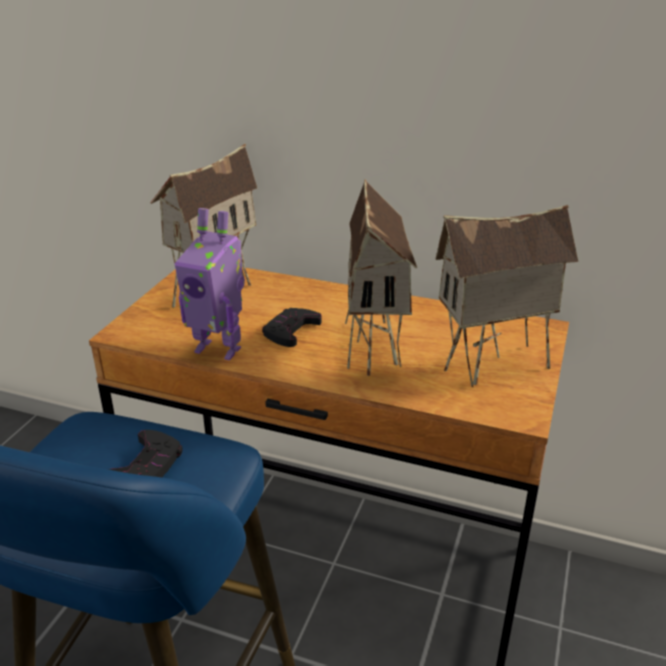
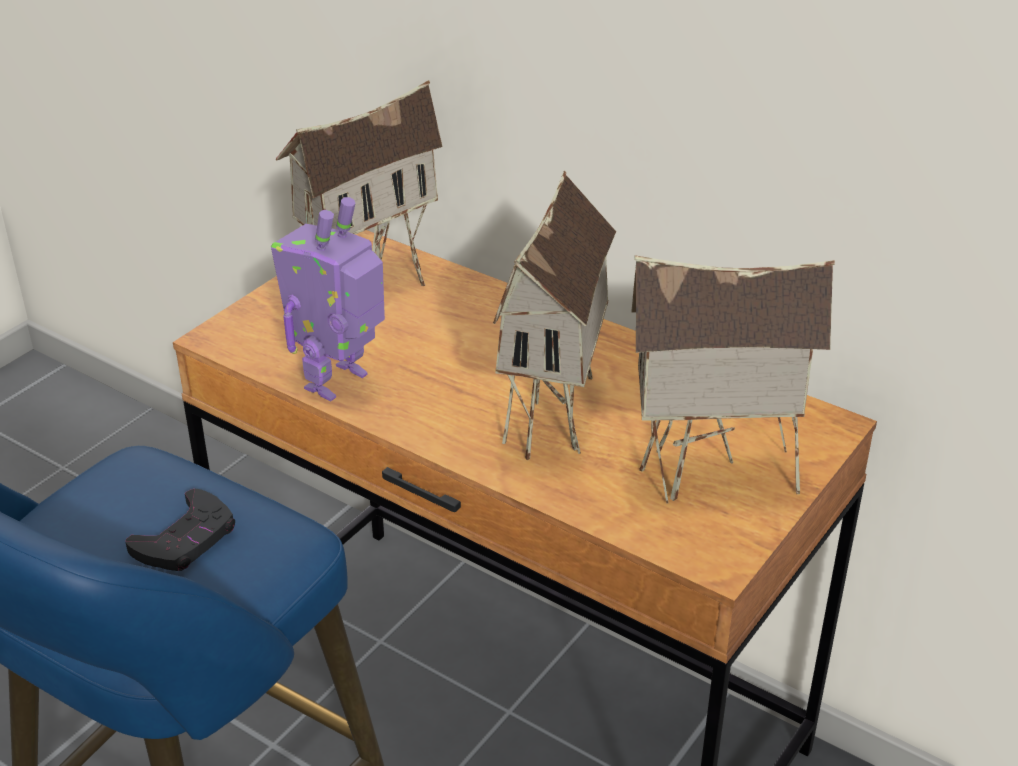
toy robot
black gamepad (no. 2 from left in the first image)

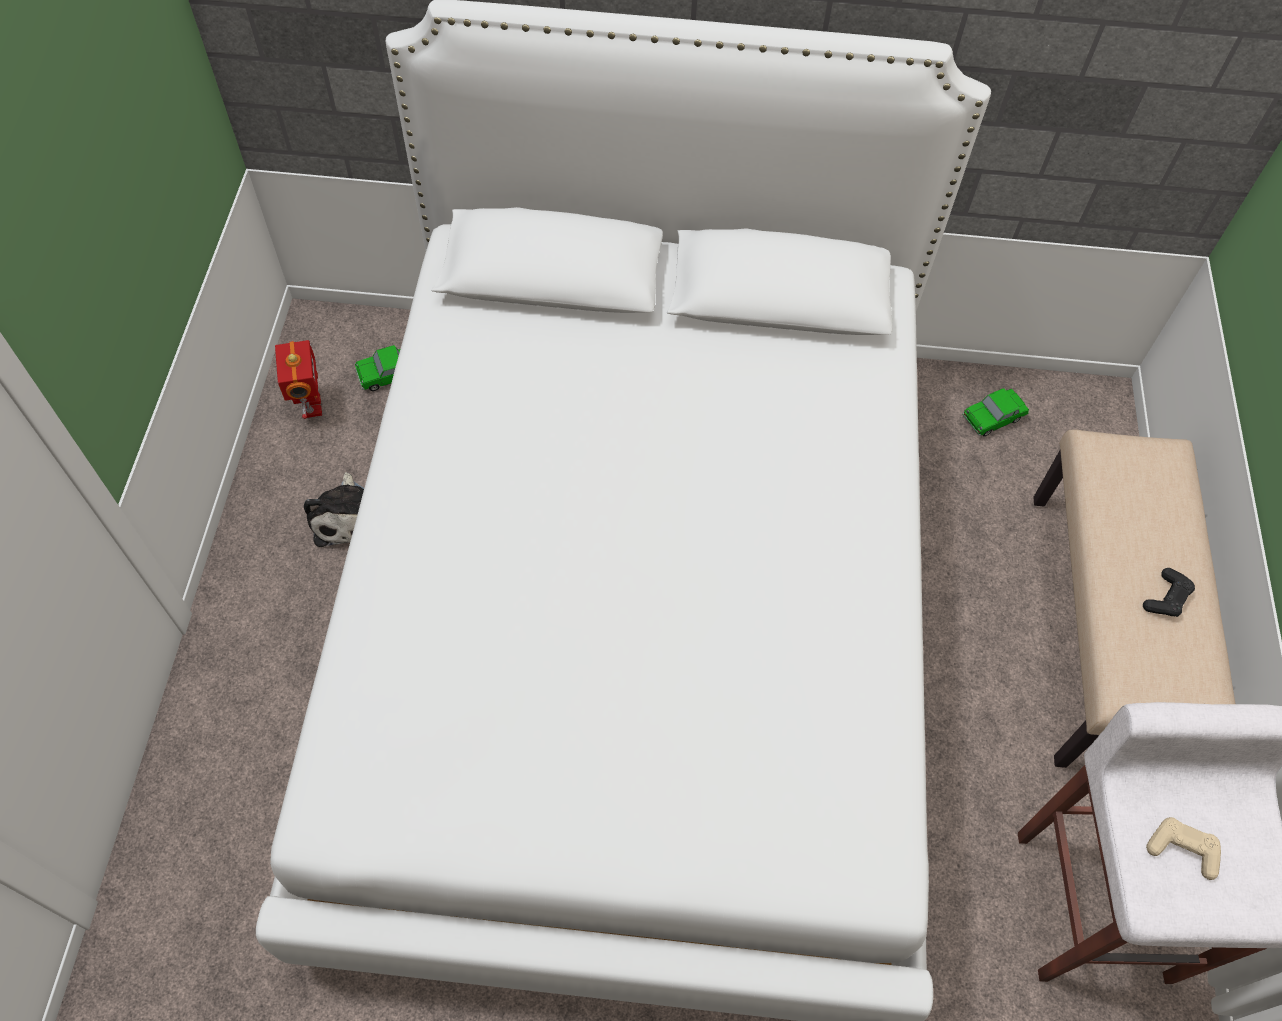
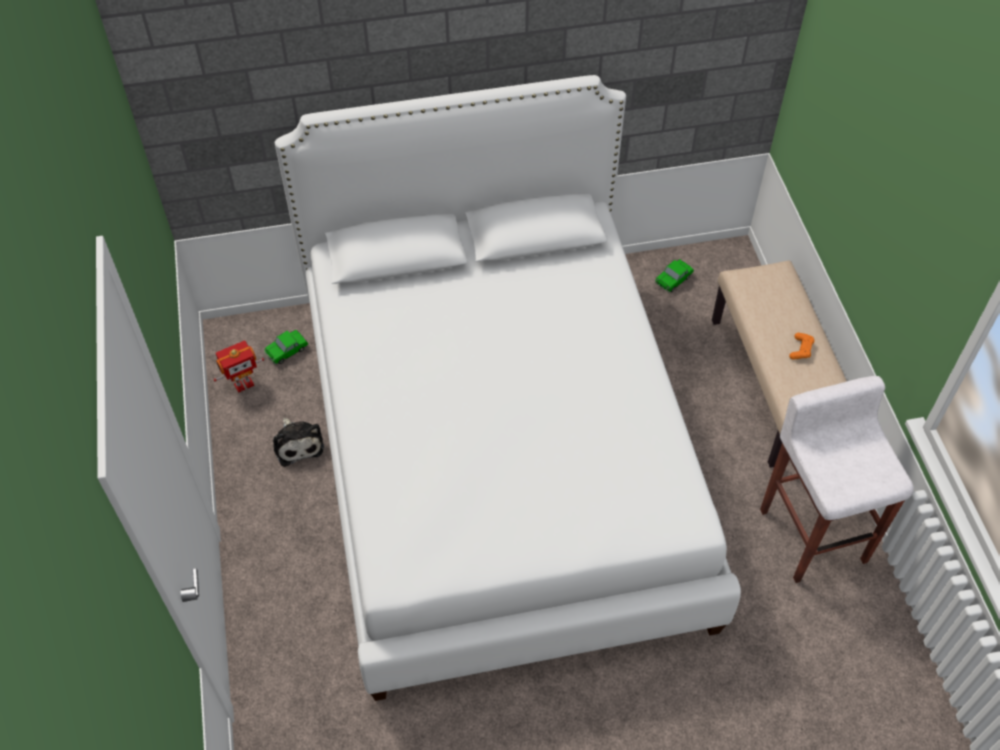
toy robot
orange-coloured gamepad
beige-coloured gamepad

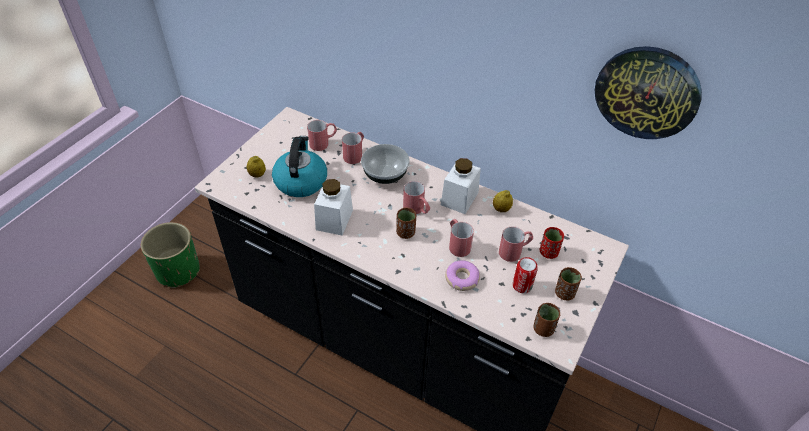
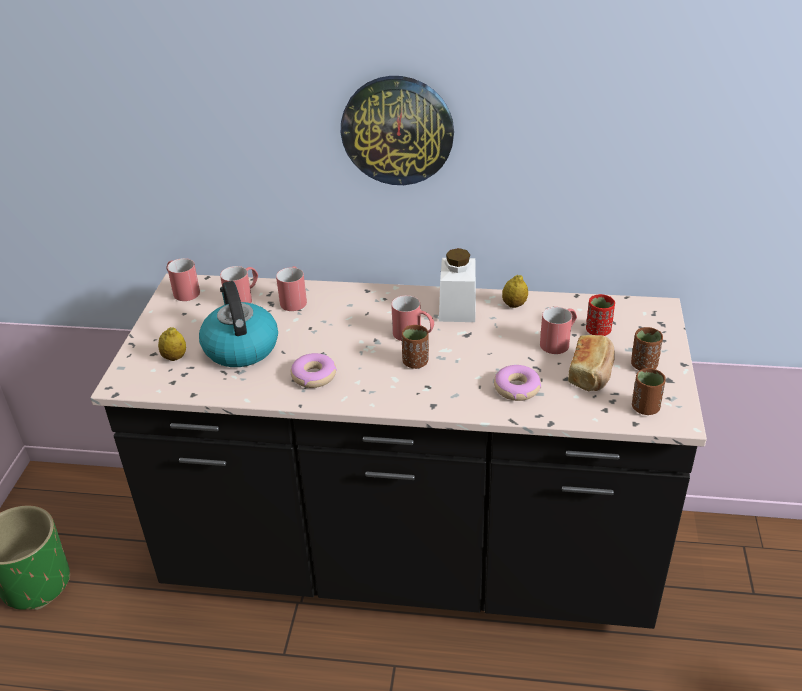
hanging clock
deep dish
donut (no. 1 from left)
red tea mug (no. 1 from left)
baked bread

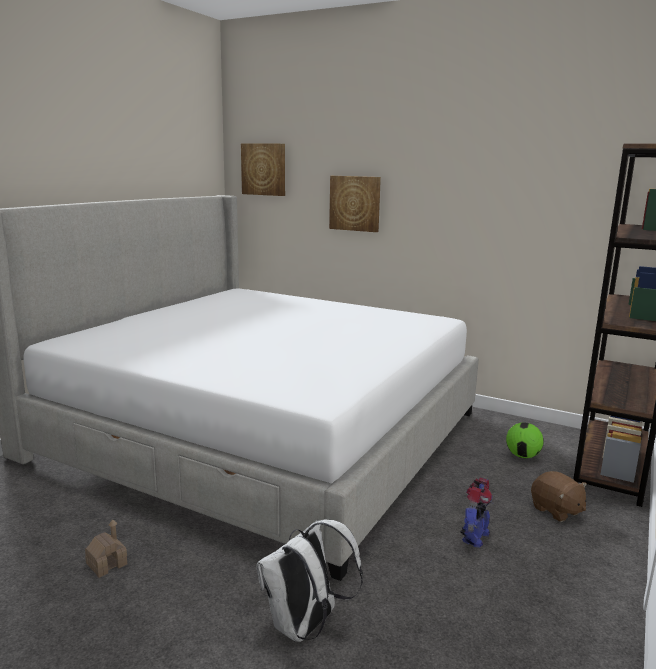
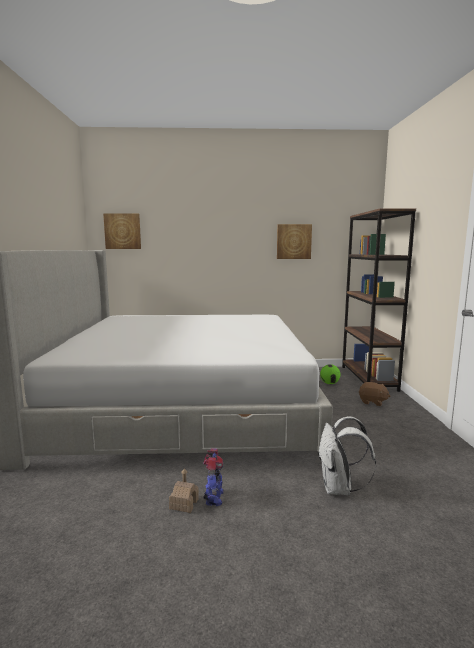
picture (no. 2 from left)
toy robot

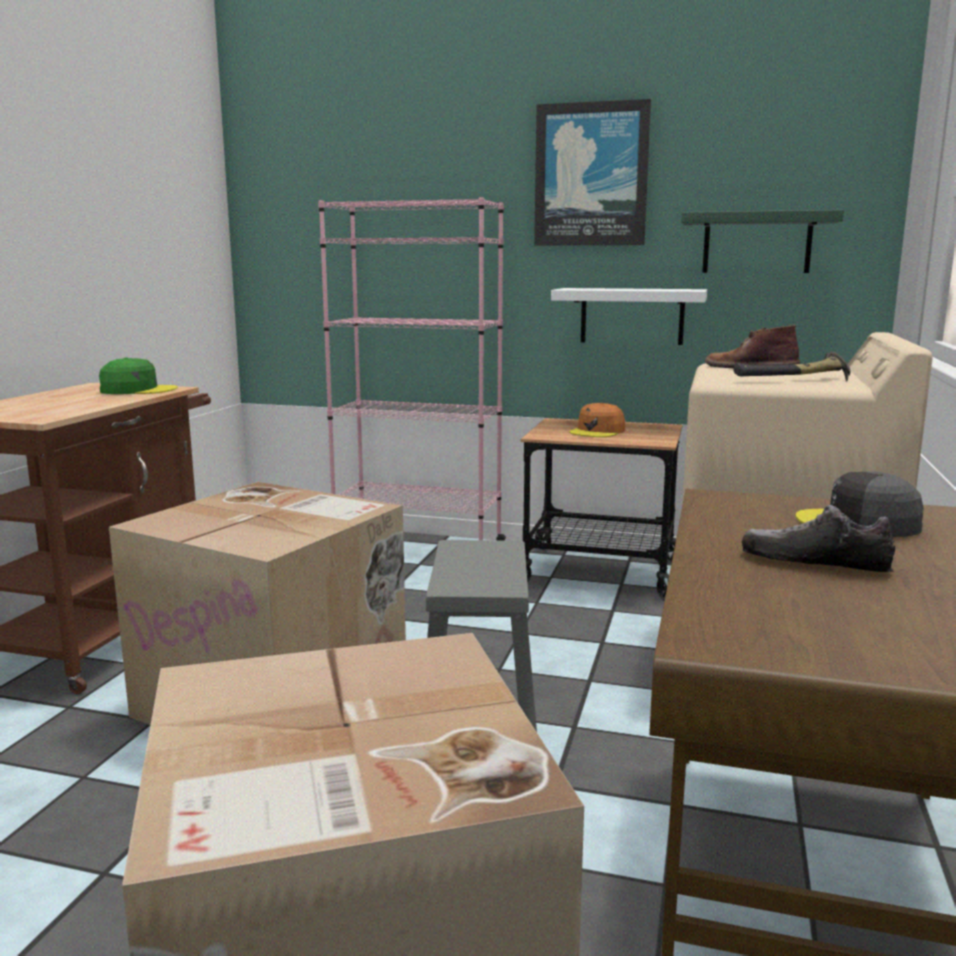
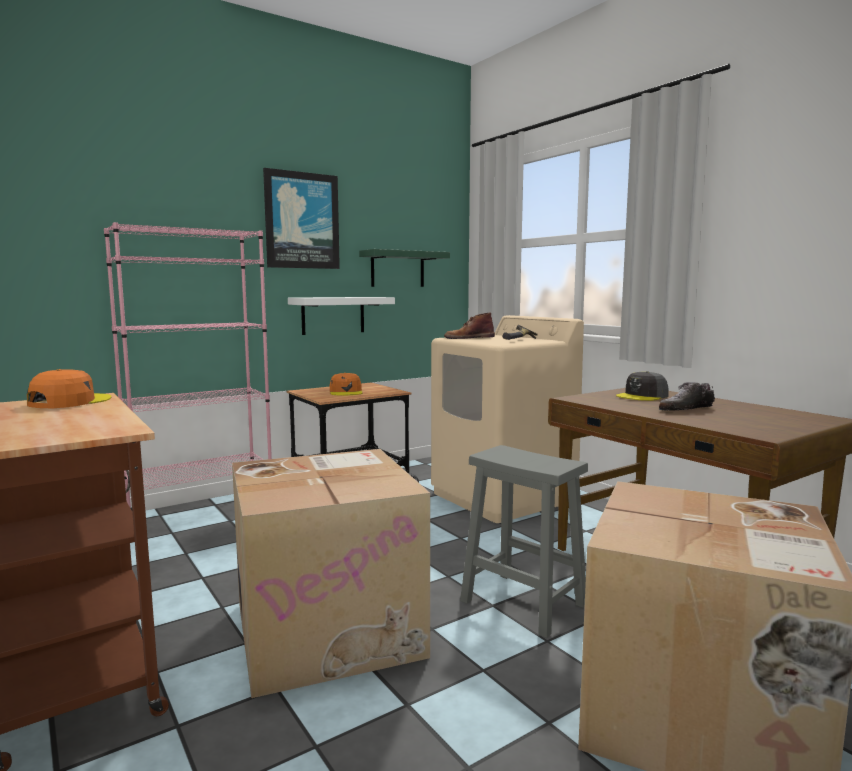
orange-coloured baseball cap (no. 1 from left)

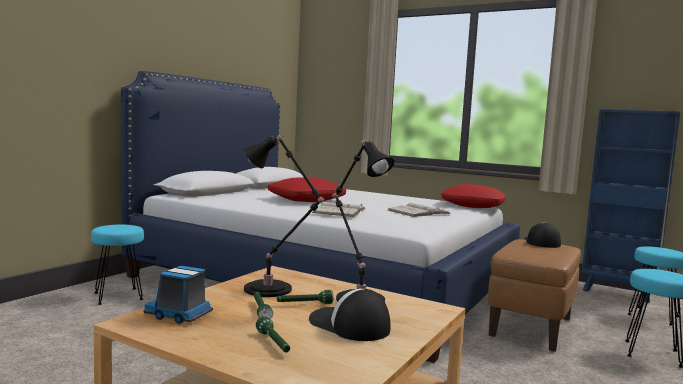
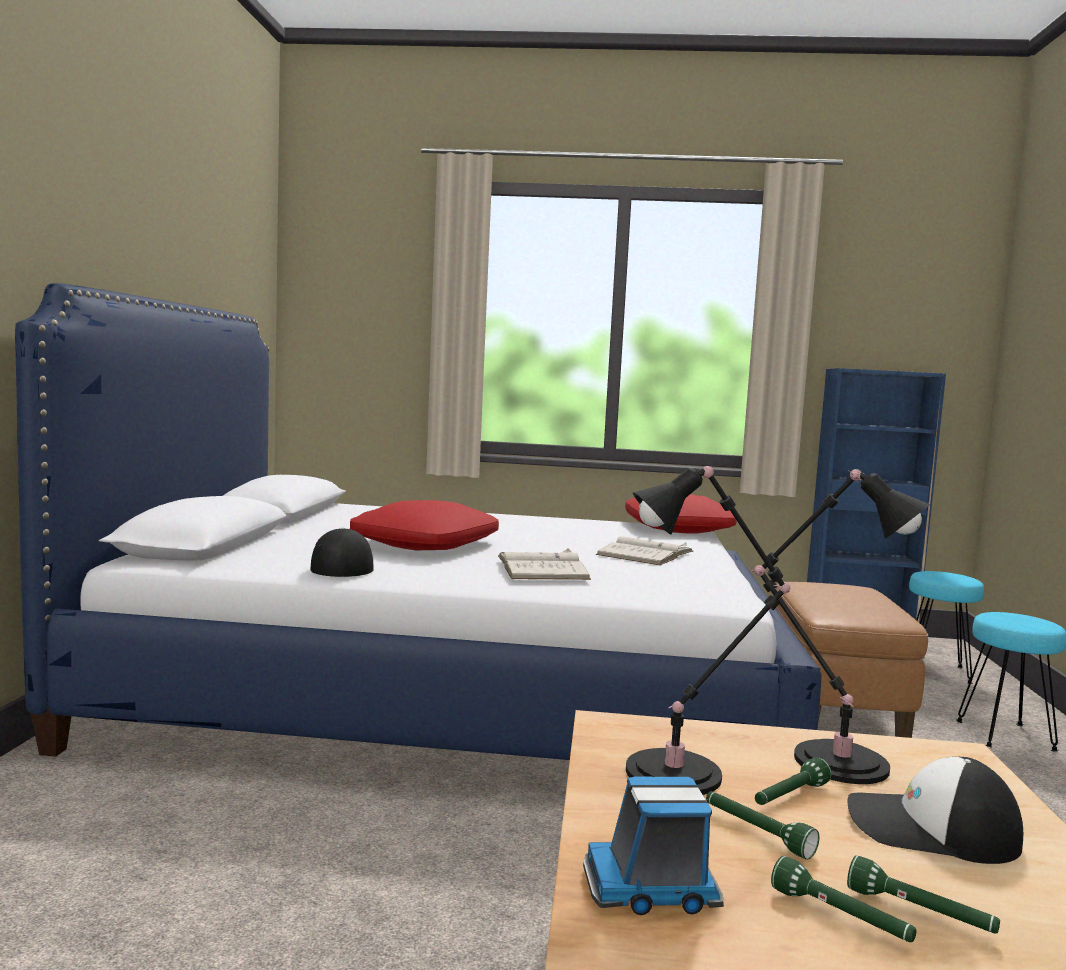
baseball cap (no. 1 from left)
turquoise-coloured sitting stool (no. 1 from left in the first image)
greenish flashlight (no. 3 from left)

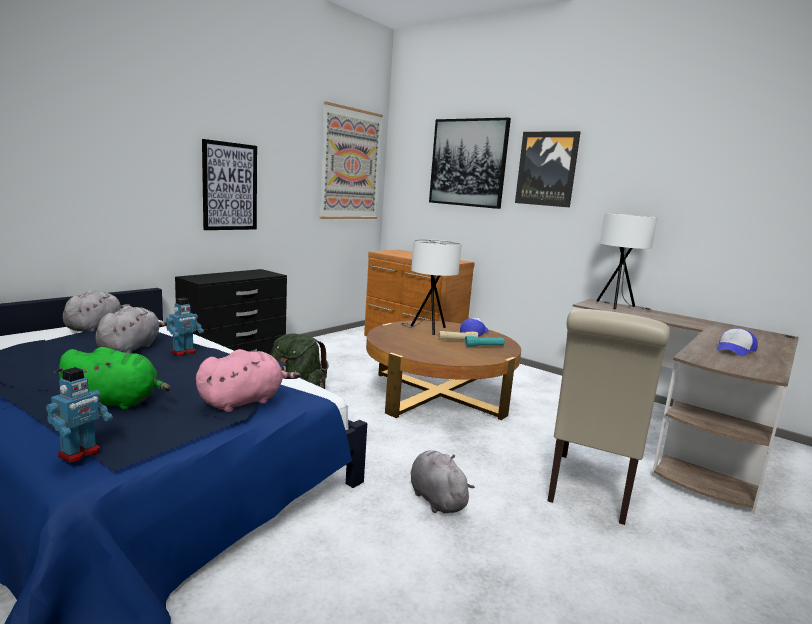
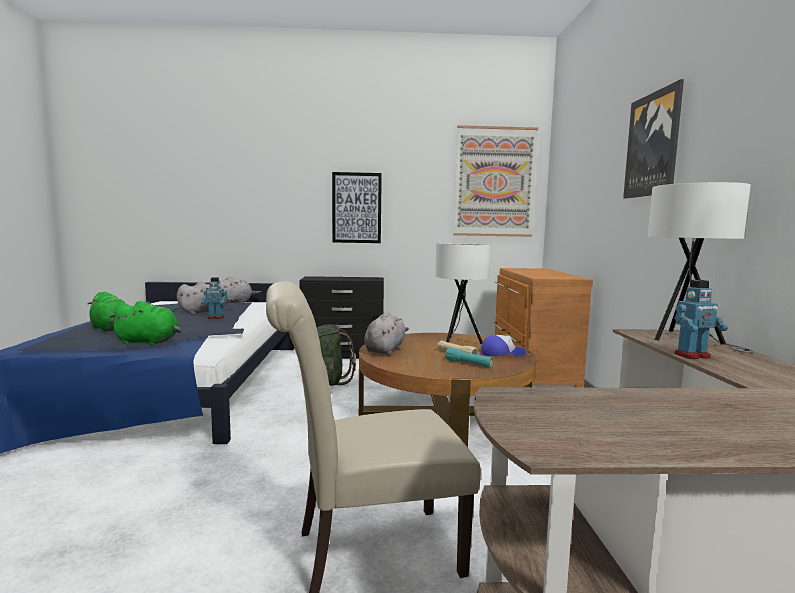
picture (no. 3 from left in the first image)
baseball cap (no. 2 from left in the first image)
greenish cuddly toy (no. 2 from left)
toy robot (no. 2 from left)
greyish cuddly toy (no. 3 from left)

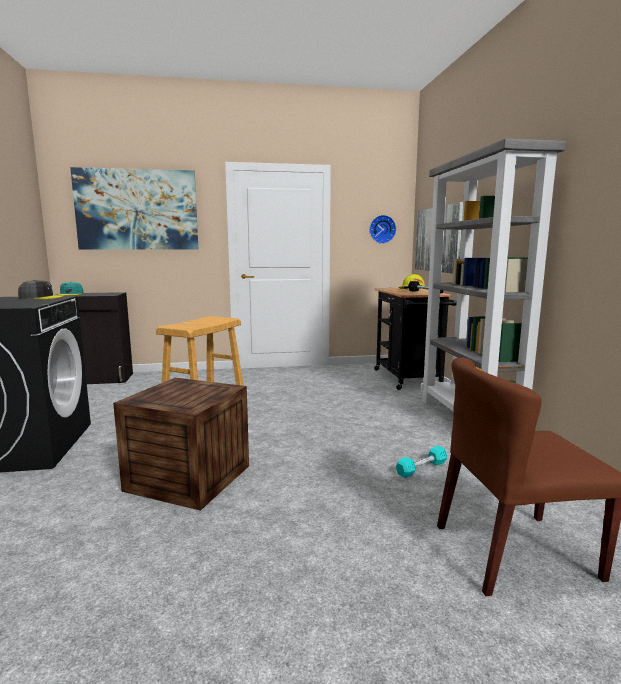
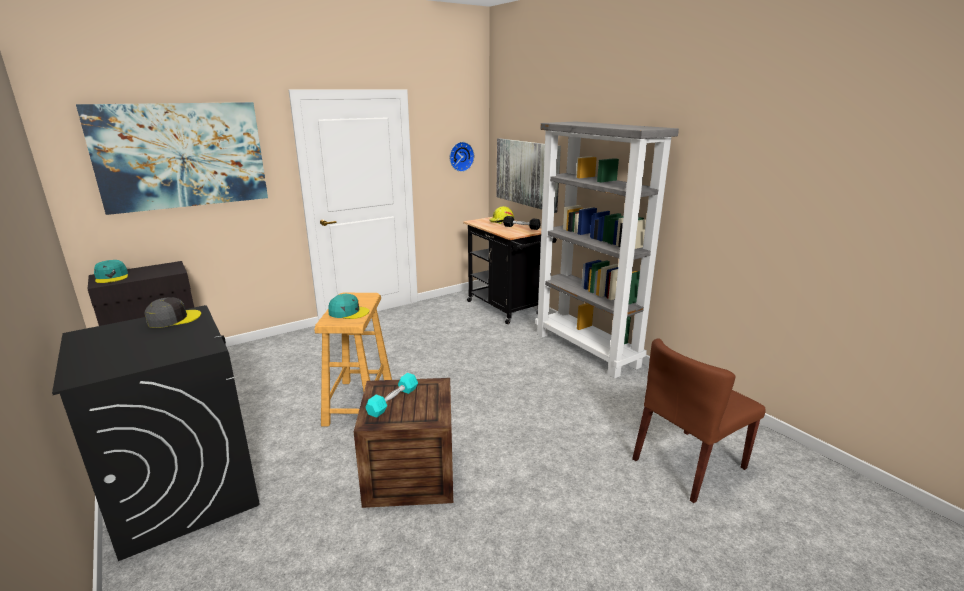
turquoise-coloured free weight
turquoise-coloured baseball cap (no. 2 from left)

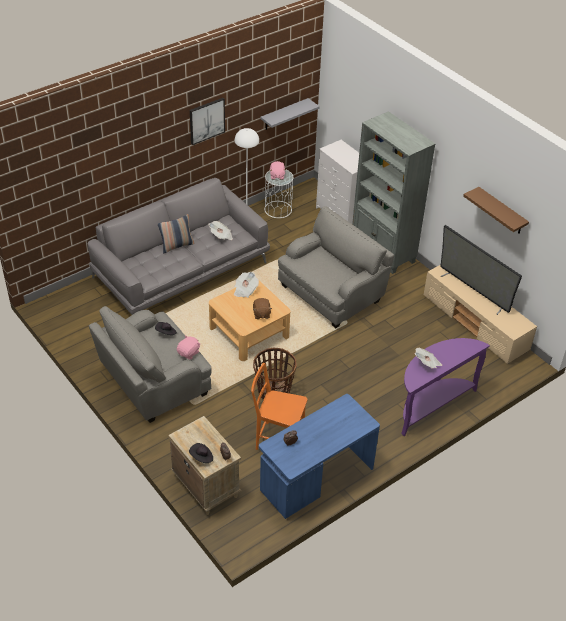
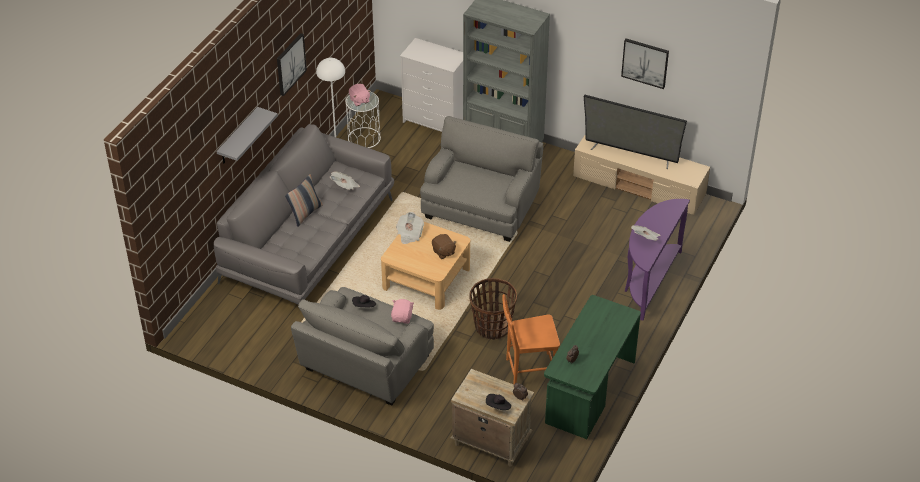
greyish wall shelf
picture (no. 2 from left)
greenish desk unit

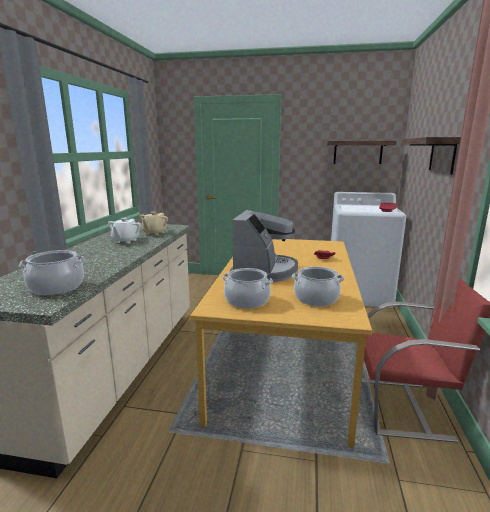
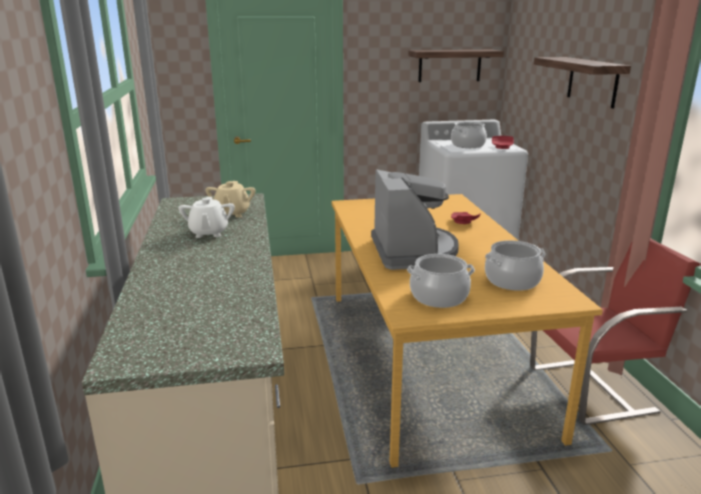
saucepot (no. 2 from left)

